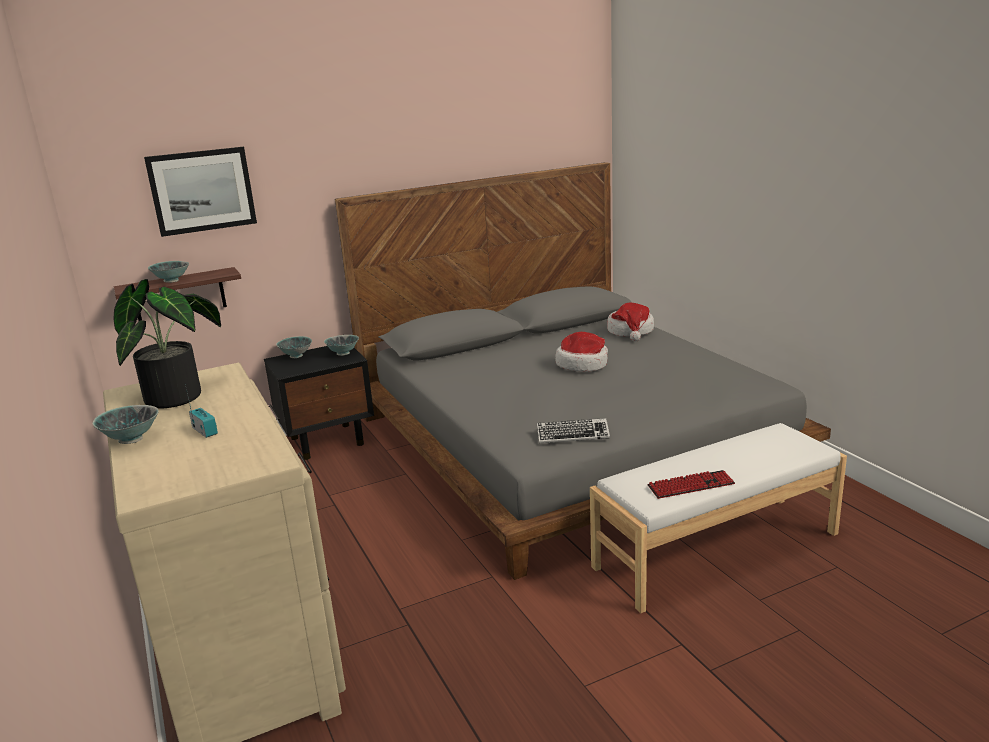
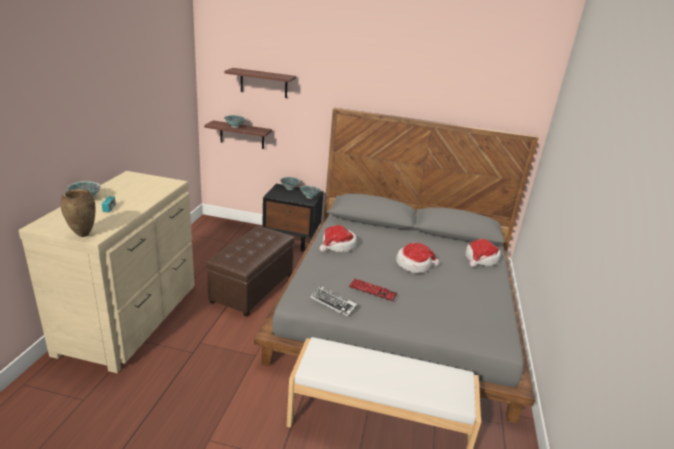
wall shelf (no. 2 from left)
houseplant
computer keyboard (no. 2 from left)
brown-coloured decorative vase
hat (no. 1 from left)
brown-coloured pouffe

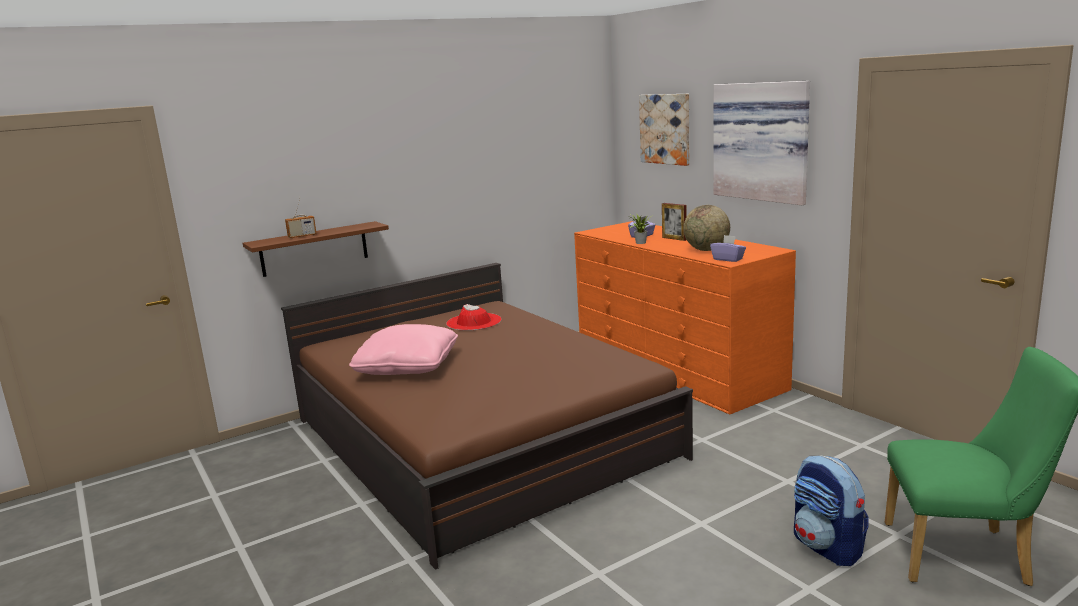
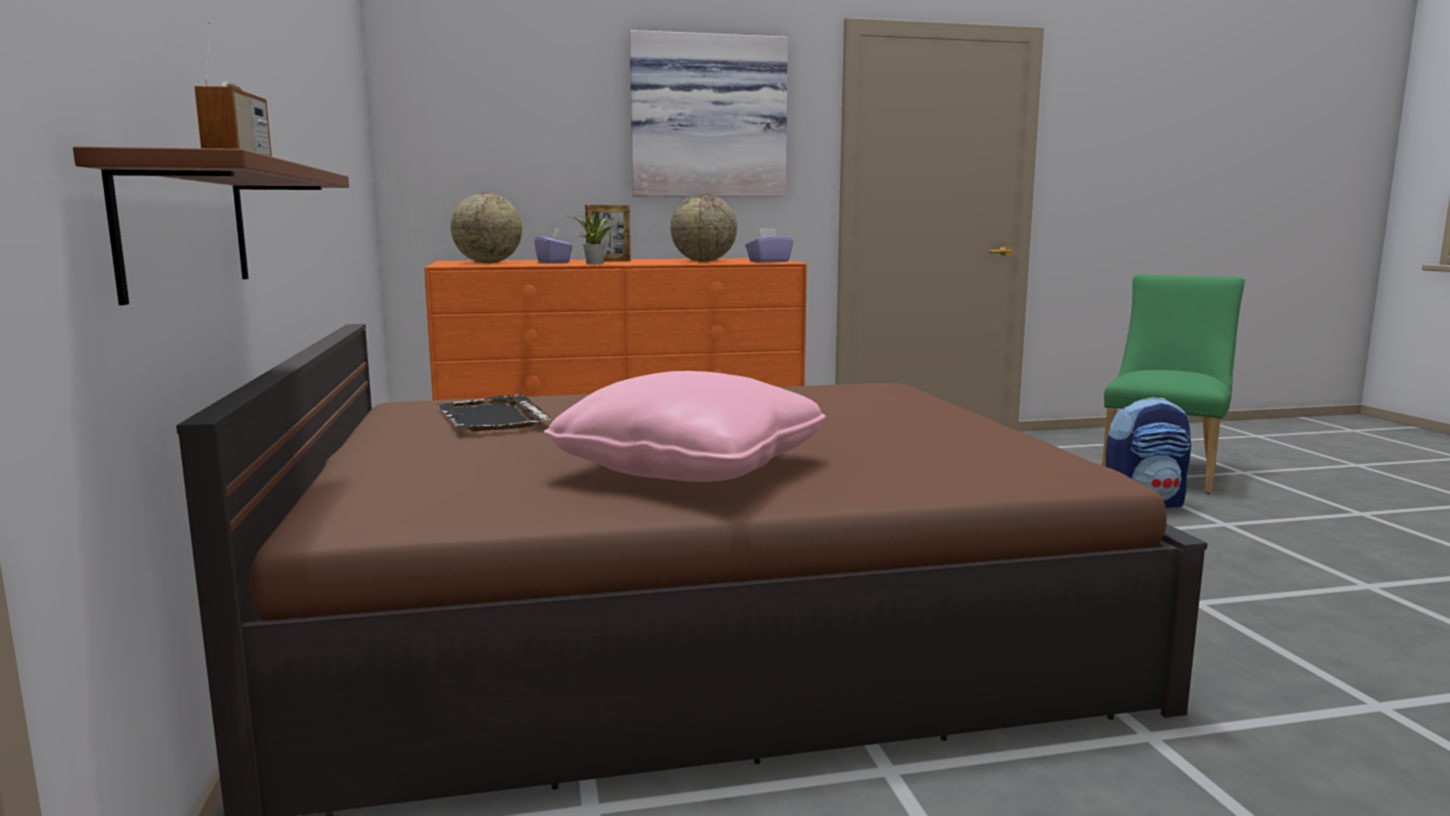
picture (no. 1 from left in the first image)
black tray
desk globe (no. 1 from left)

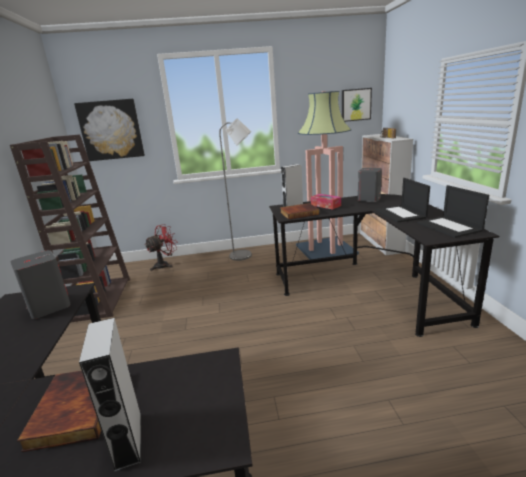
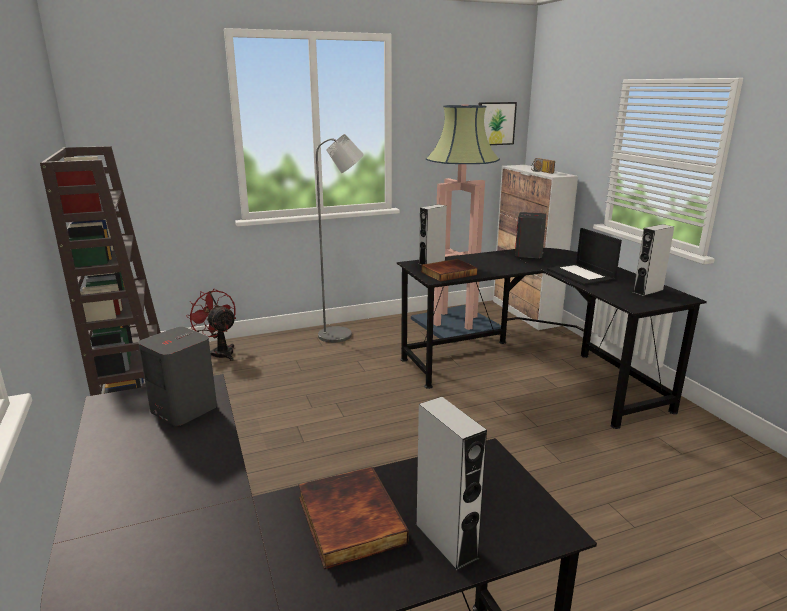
picture (no. 1 from left in the first image)
greyish speaker (no. 5 from left)
box of tissues
red fan

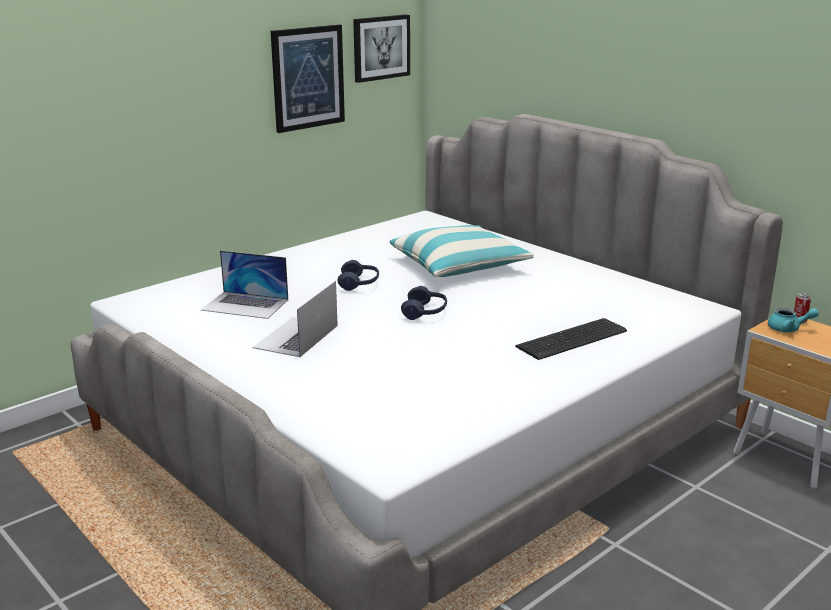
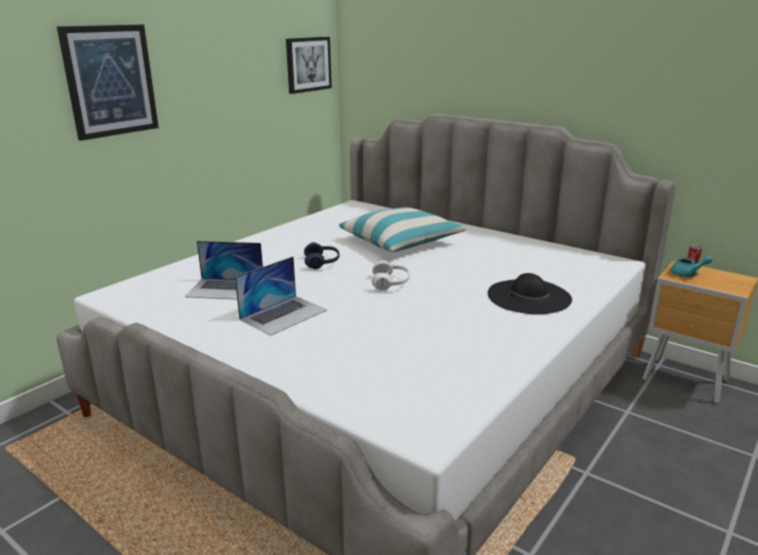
picture (no. 1 from left)
laptop (no. 2 from left)
white-coloured headphones
black hat

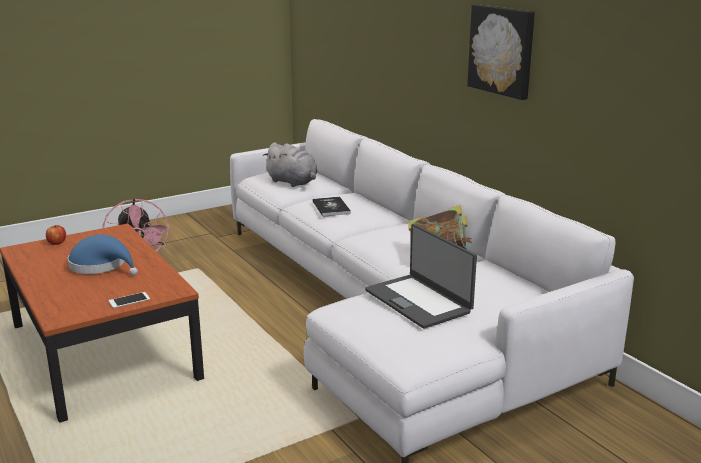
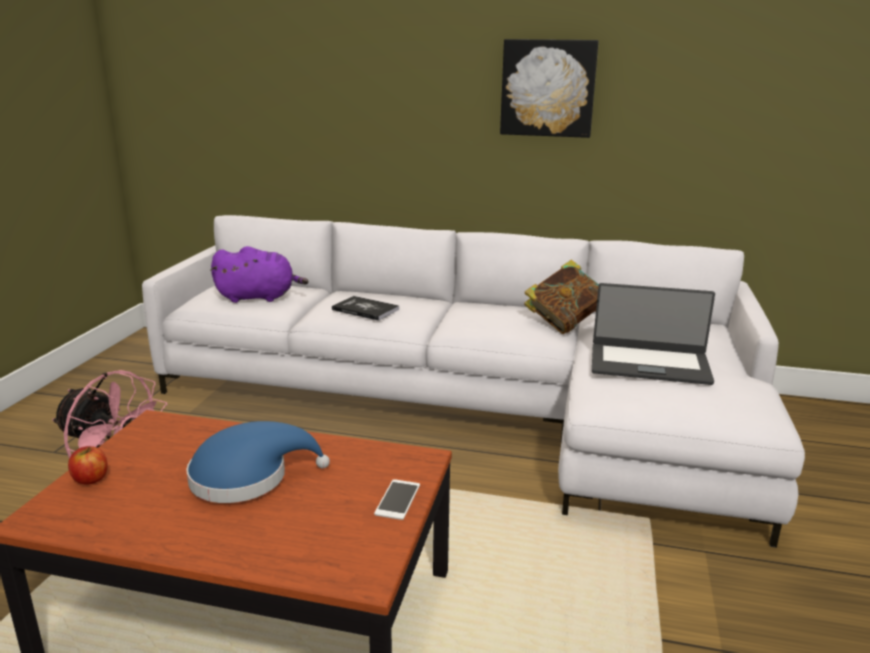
purplish cuddly toy

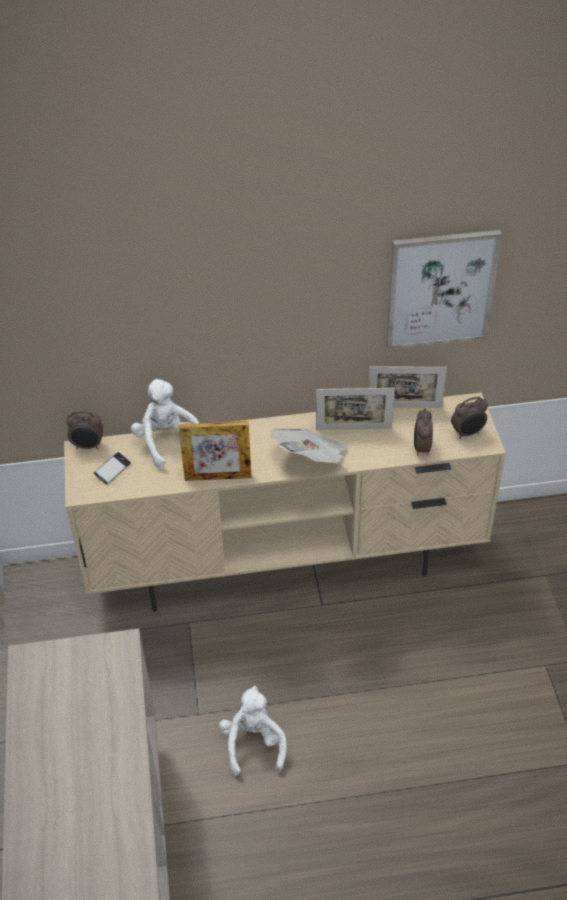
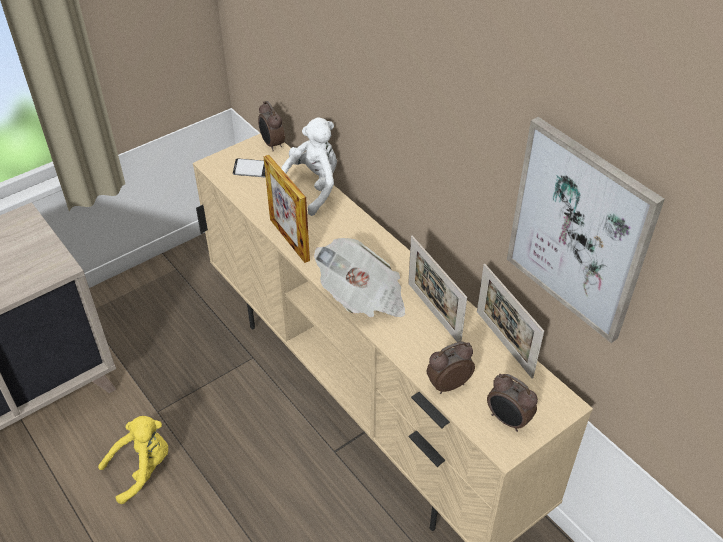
yellowish cuddly toy

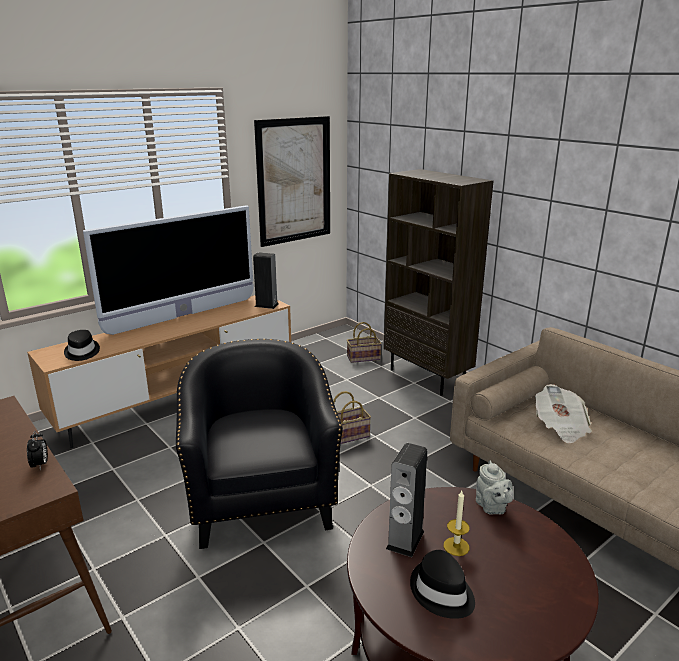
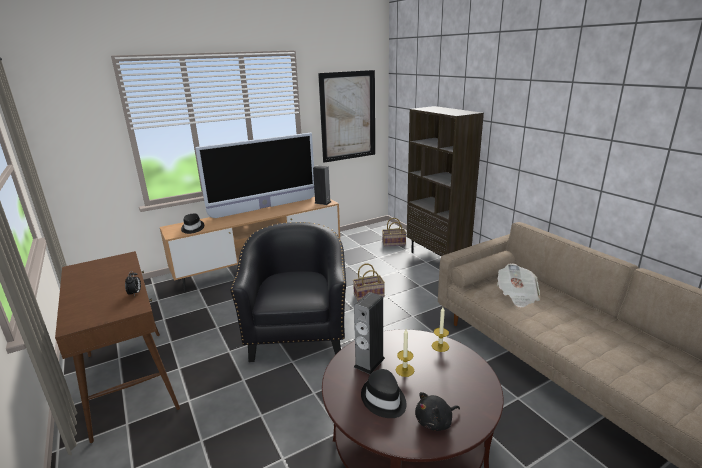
wax light (no. 2 from left)
black cuddly toy

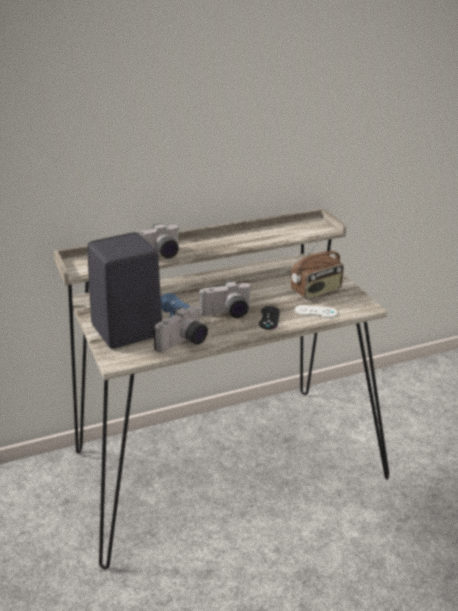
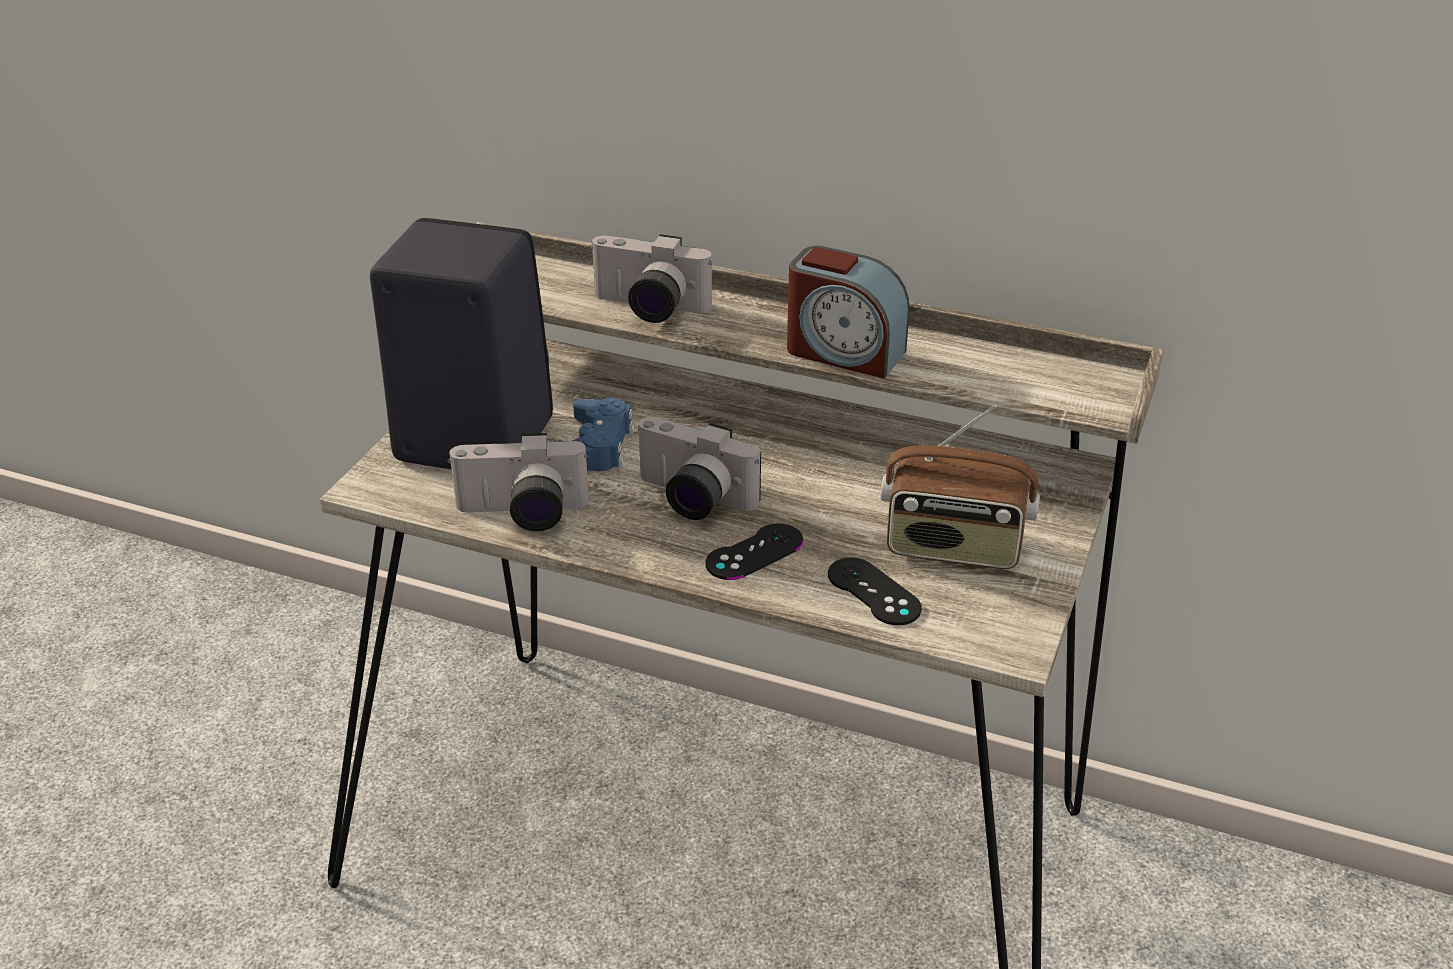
black gamepad (no. 2 from left)
bedside clock

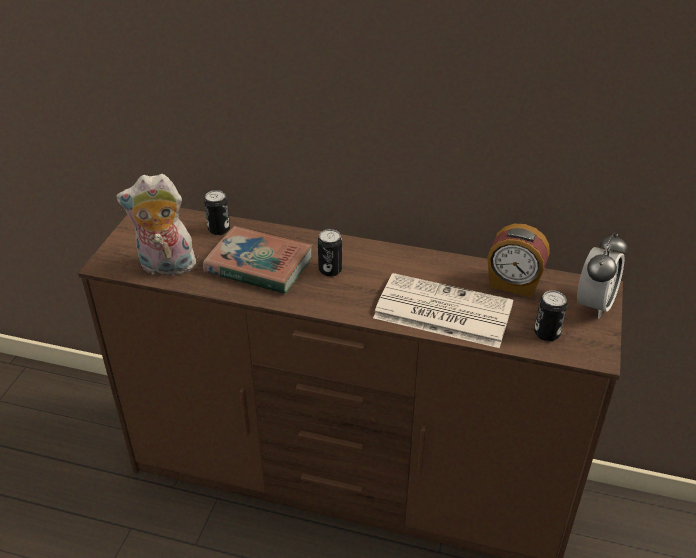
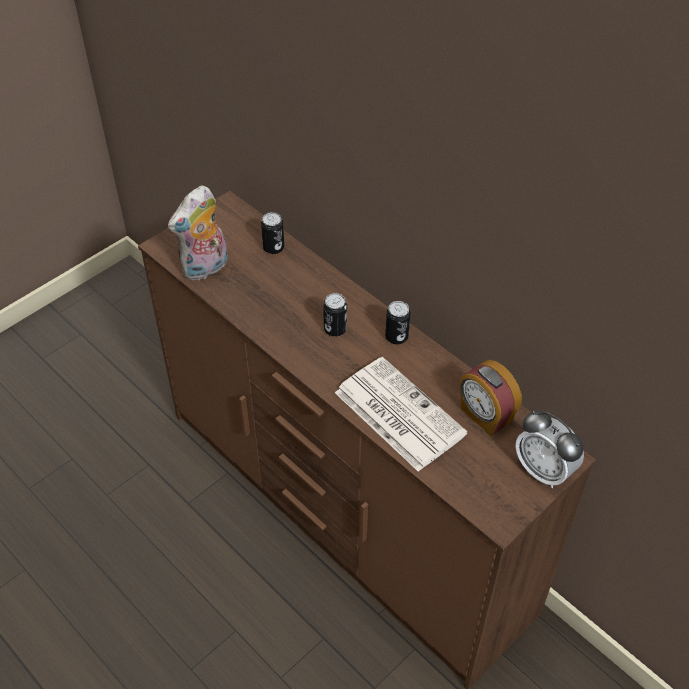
cuddly toy
bound book
bedside clock (no. 2 from left)
sealed can (no. 3 from left)

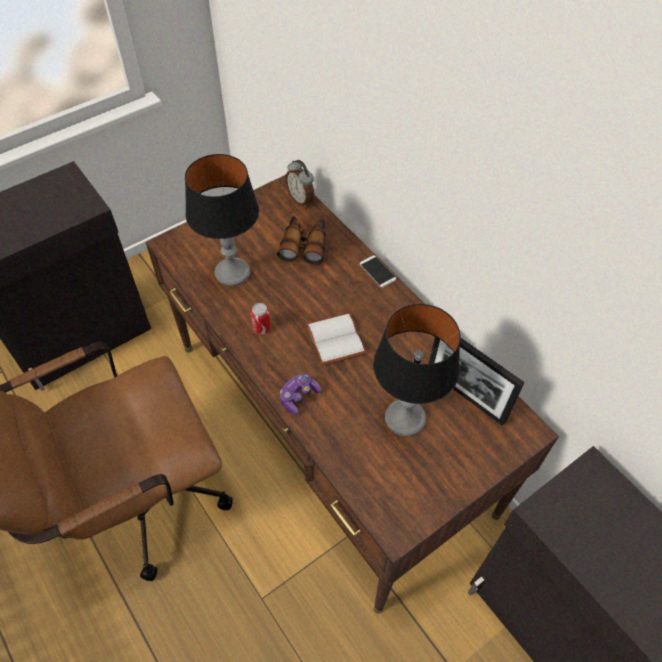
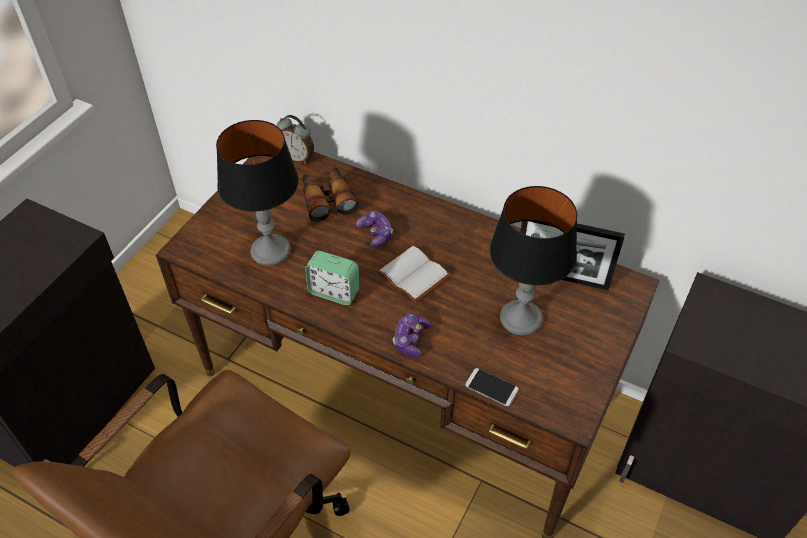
phone
bedside clock (no. 2 from left)
gamepad (no. 1 from left)

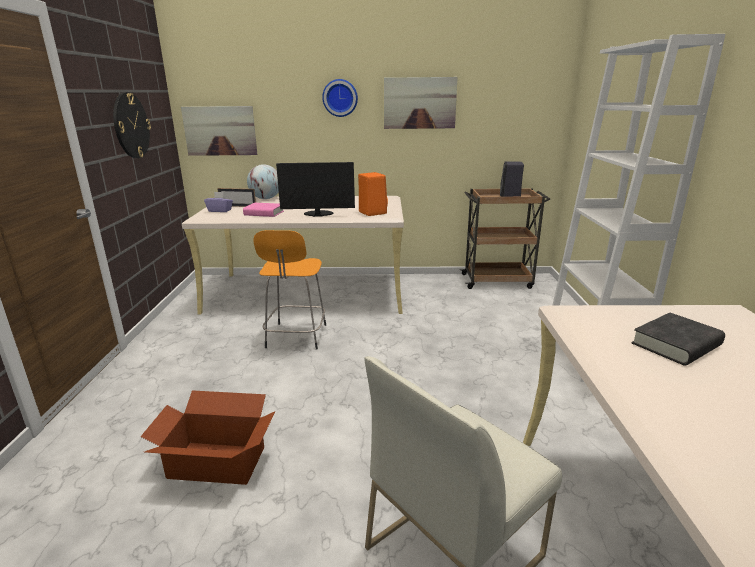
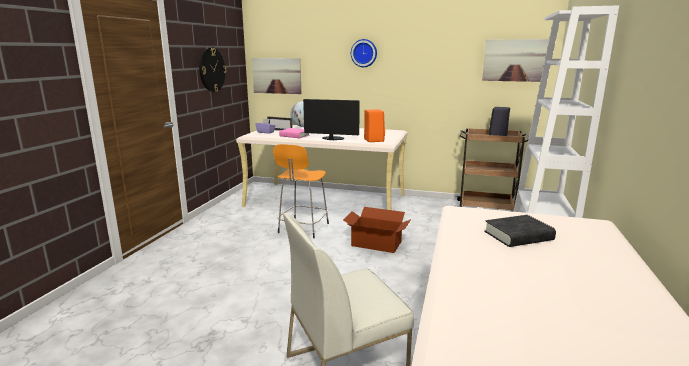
picture (no. 2 from left)
packing box

